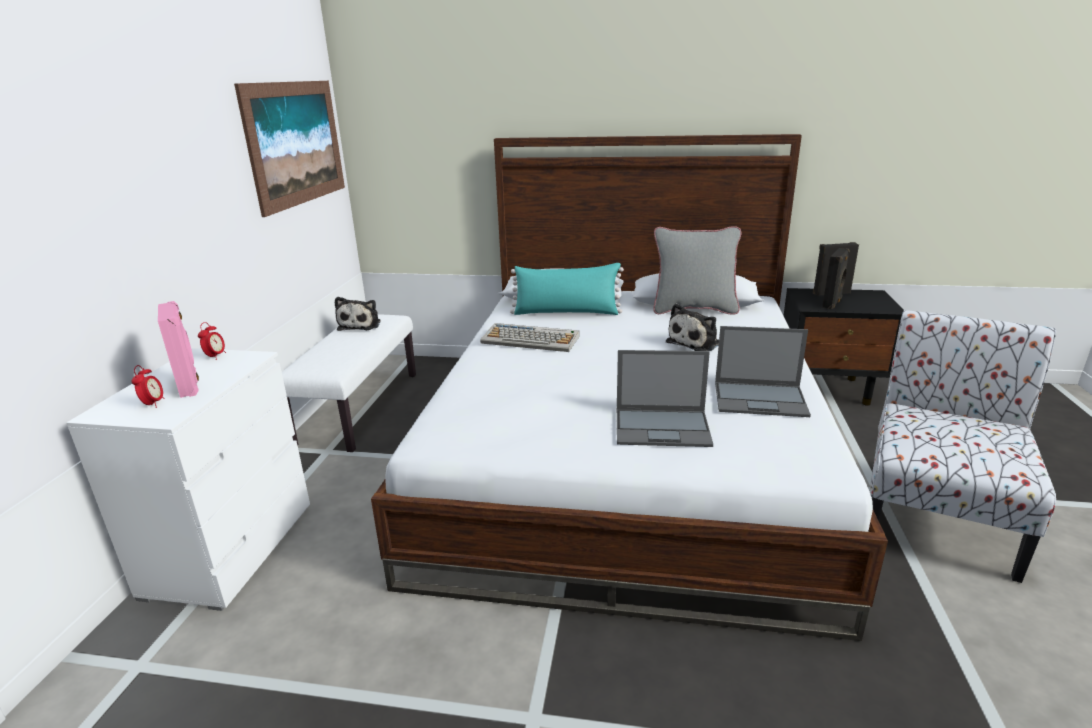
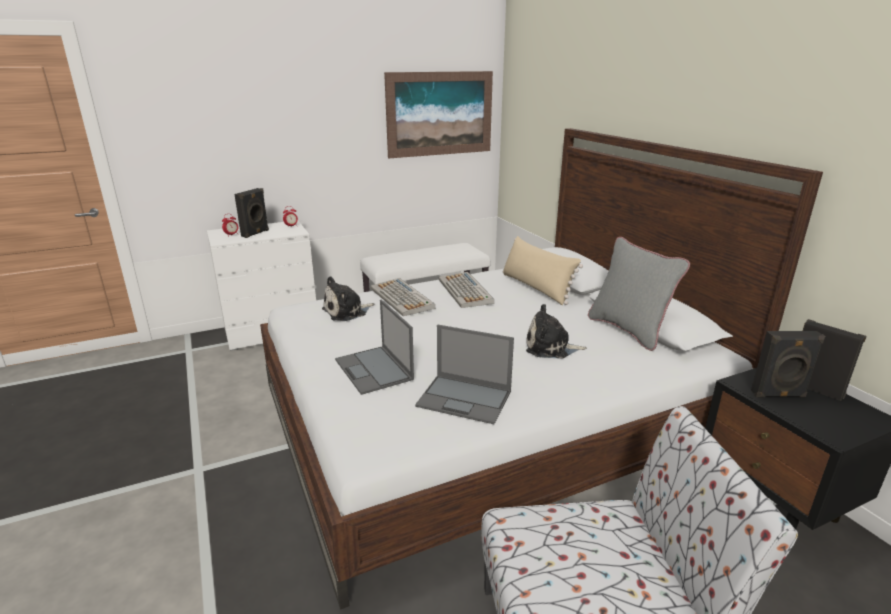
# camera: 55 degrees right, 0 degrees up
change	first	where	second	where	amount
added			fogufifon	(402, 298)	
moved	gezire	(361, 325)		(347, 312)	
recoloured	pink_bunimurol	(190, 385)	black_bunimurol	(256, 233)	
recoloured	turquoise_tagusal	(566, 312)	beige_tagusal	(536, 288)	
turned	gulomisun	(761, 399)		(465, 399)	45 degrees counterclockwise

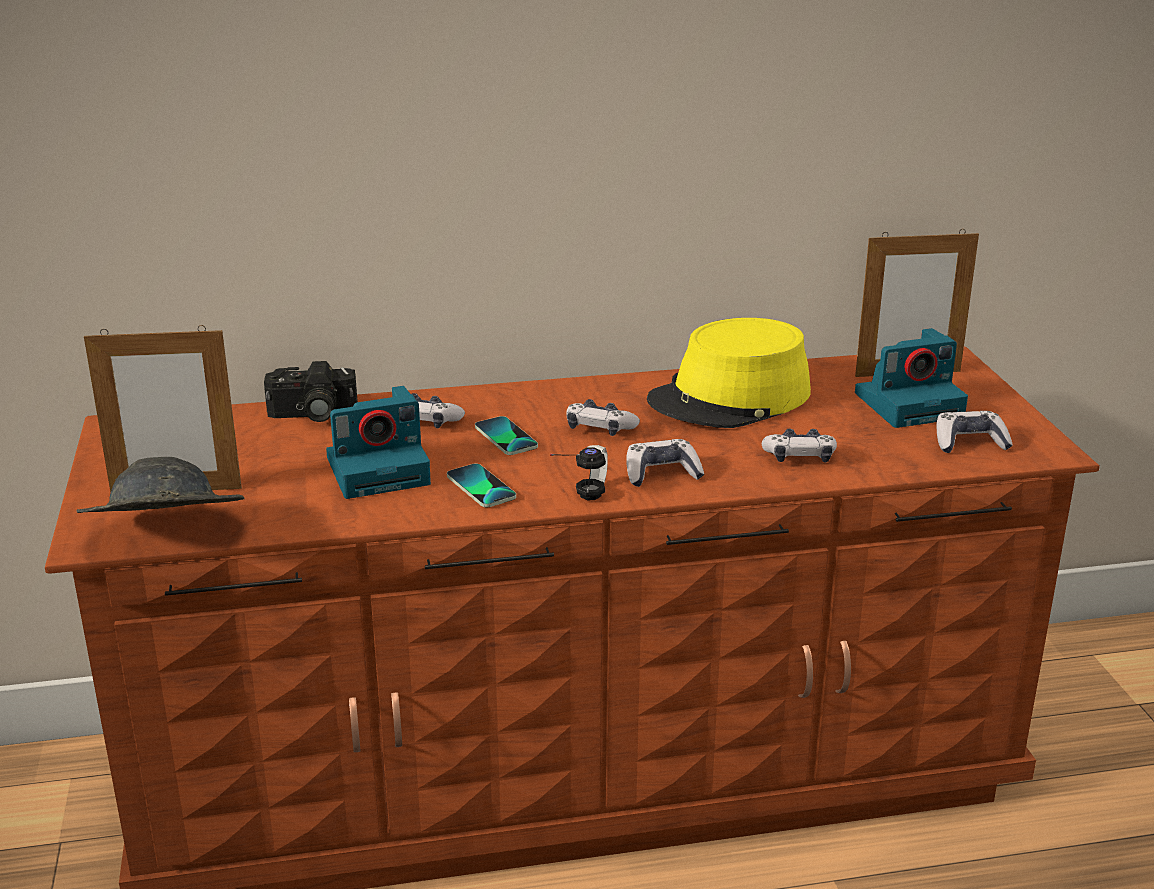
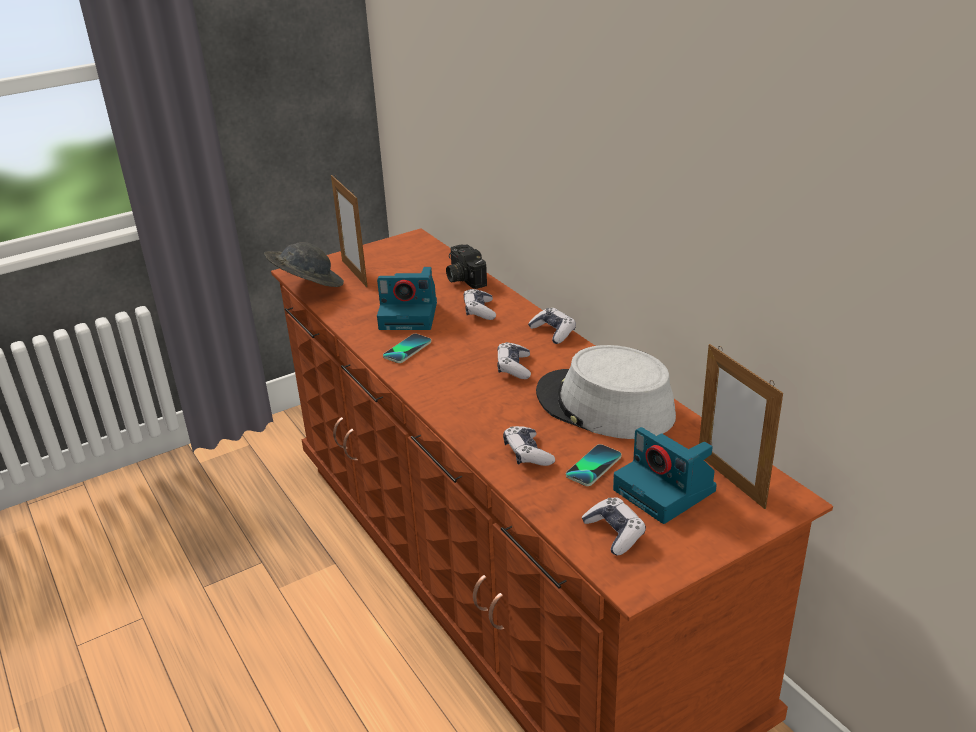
# camera: 70 degrees right, 5 degrees up
change	first	where	second	where	amount
removed	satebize	(575, 504)			
moved	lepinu	(505, 437)		(593, 466)	
moved	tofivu	(661, 474)		(553, 332)	
recoloured	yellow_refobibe	(730, 398)	grey_refobibe	(604, 406)	
turned	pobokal	(380, 470)		(410, 315)	45 degrees counterclockwise

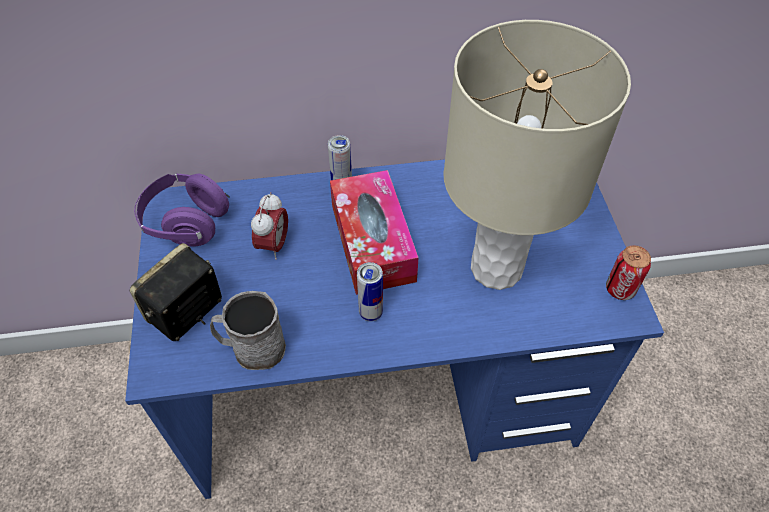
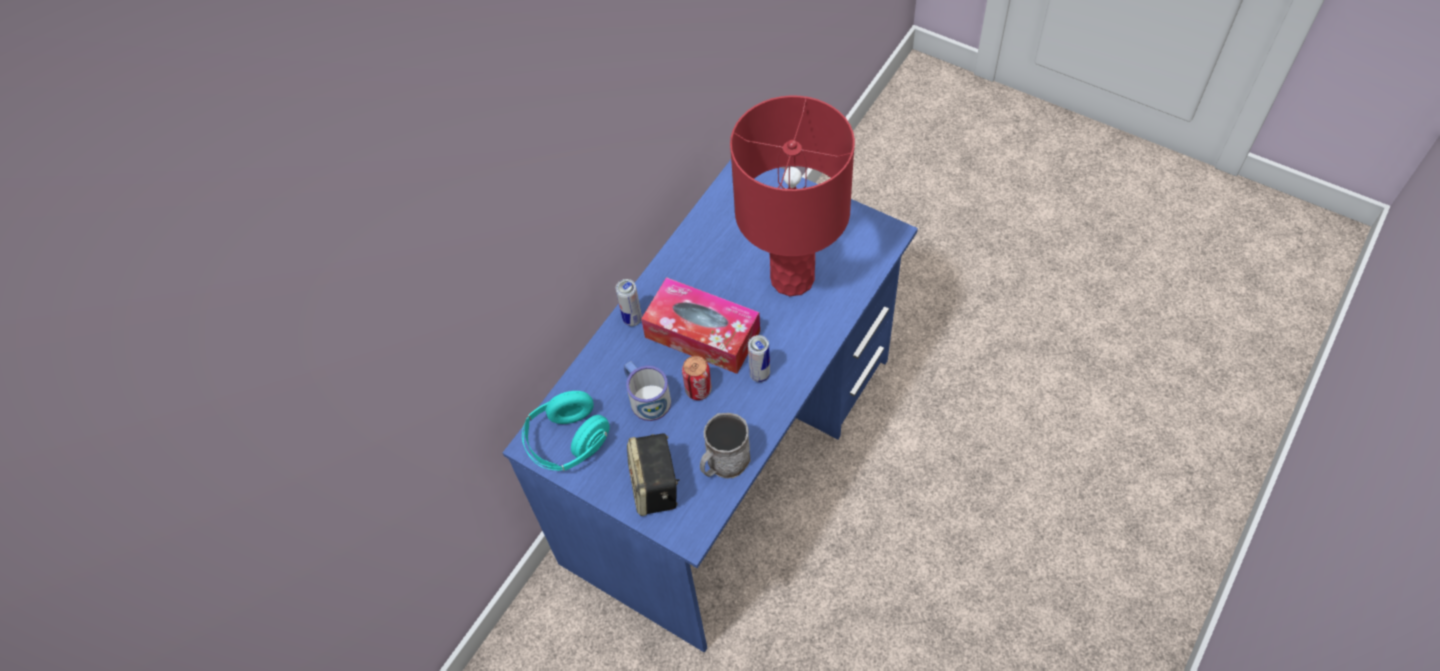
# camera: 45 degrees left, 5 degrees up
change	first	where	second	where	amount
moved	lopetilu	(620, 289)		(698, 390)	
replaced	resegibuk	(274, 245)	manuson	(646, 397)	
recoloured	purple_satebize	(186, 223)	turquoise_satebize	(568, 442)	
recoloured	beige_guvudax	(495, 268)	red_guvudax	(791, 278)	

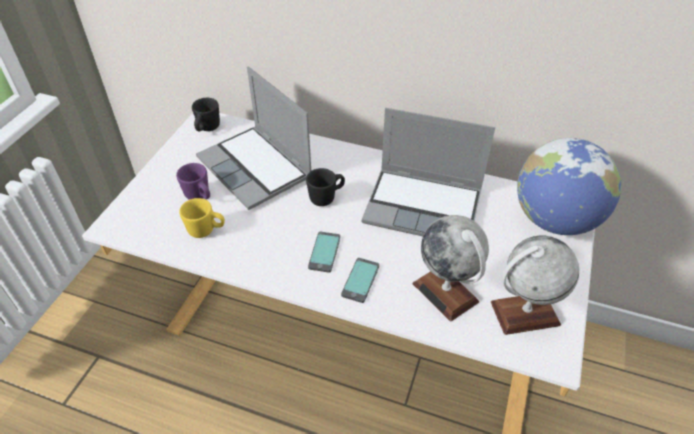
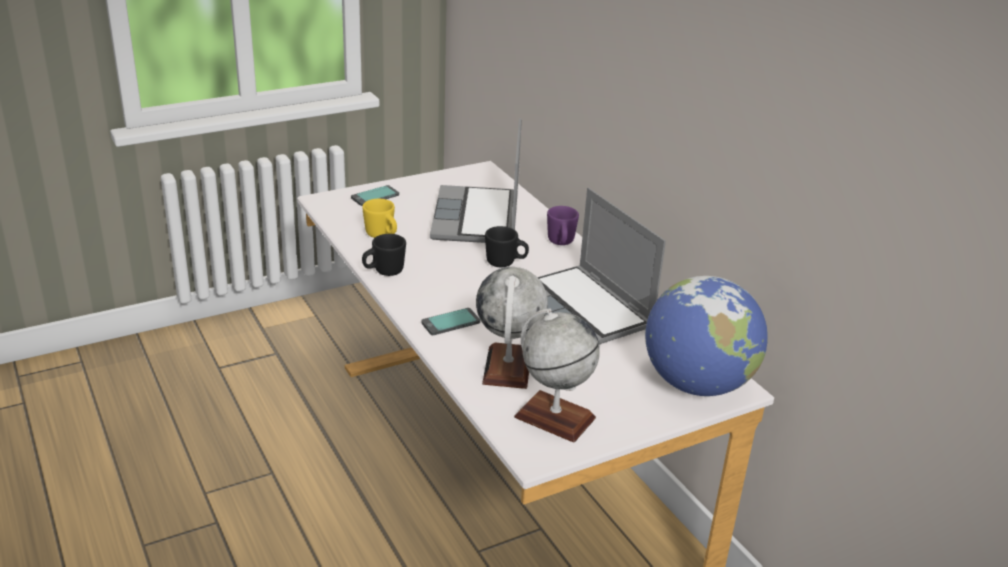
# camera: 40 degrees right, 15 degrees down
change	first	where	second	where	amount
moved	purple_manuson	(199, 196)		(561, 243)	
moved	black_manuson	(207, 129)		(384, 272)	
moved	lepinu	(324, 252)		(375, 197)	

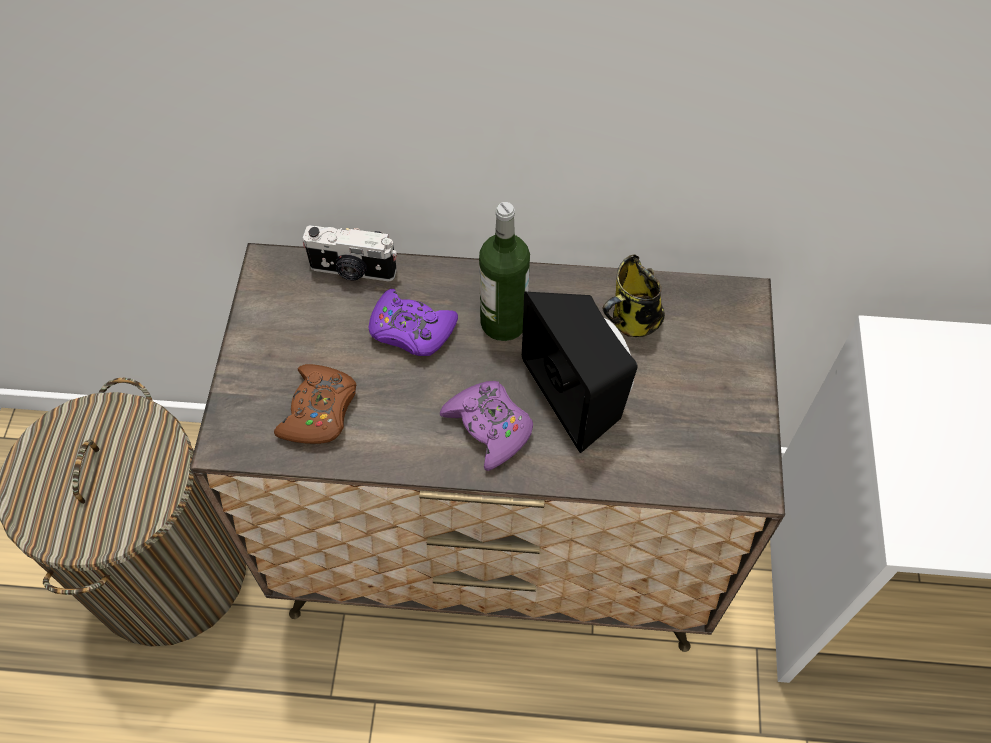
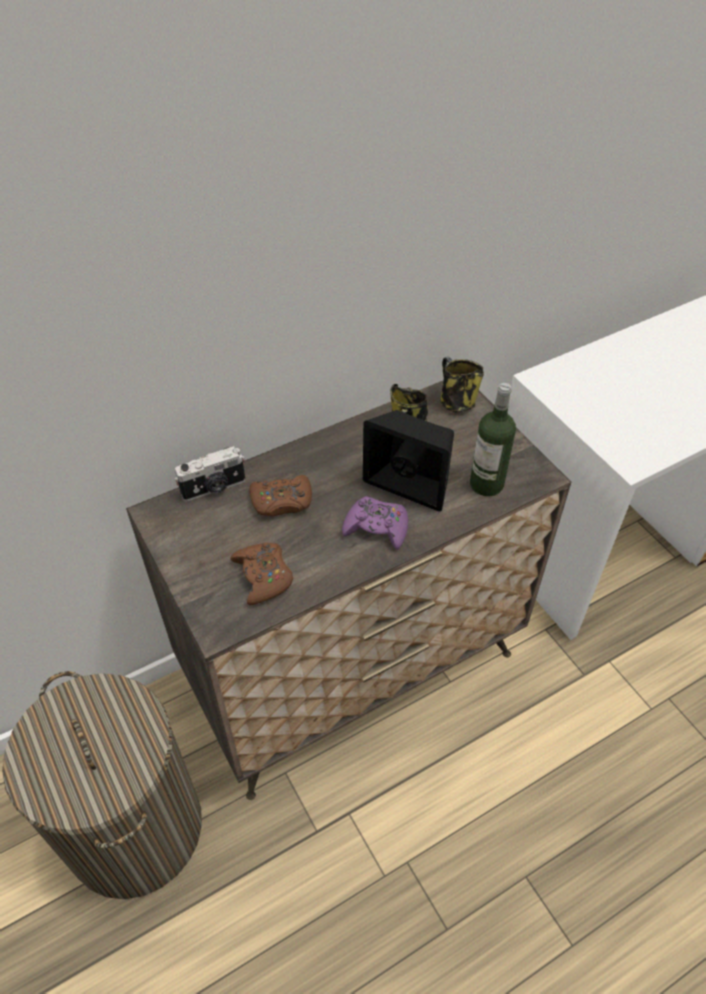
# camera: 35 degrees left, 10 degrees down
change	first	where	second	where	amount
added			manuson	(455, 402)	
moved	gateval	(503, 322)		(486, 484)	
recoloured	purple_tofivu	(411, 330)	brown_tofivu	(282, 501)	

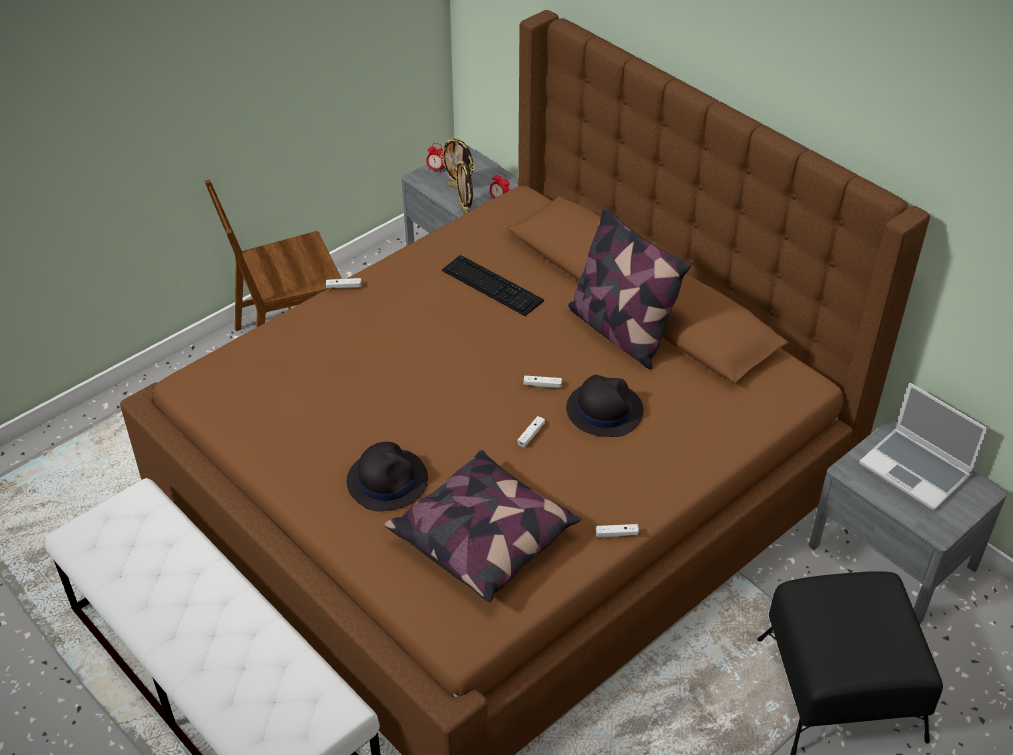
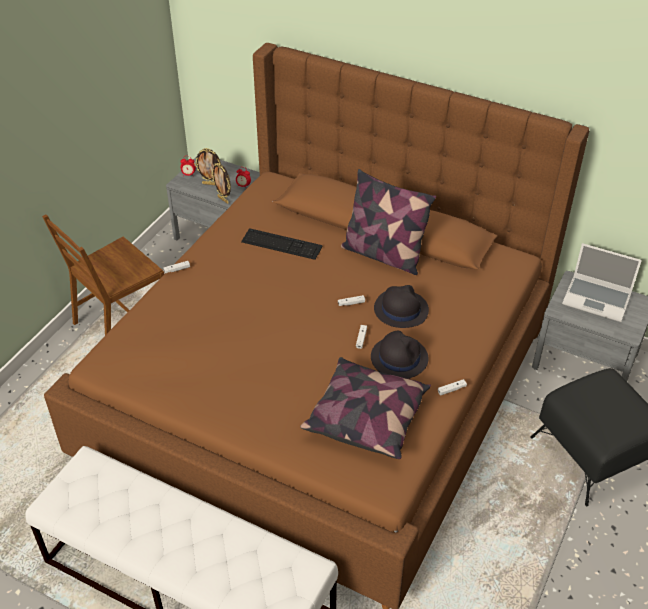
# camera: 20 degrees left, 0 degrees up
change	first	where	second	where	amount
moved	black_refobibe	(387, 480)		(399, 357)	

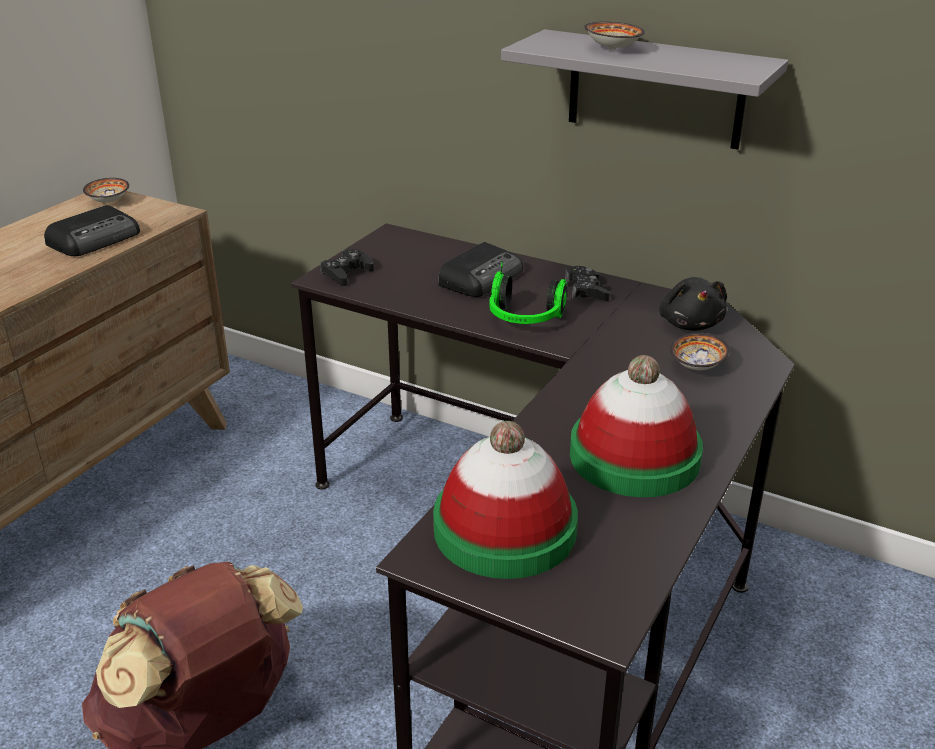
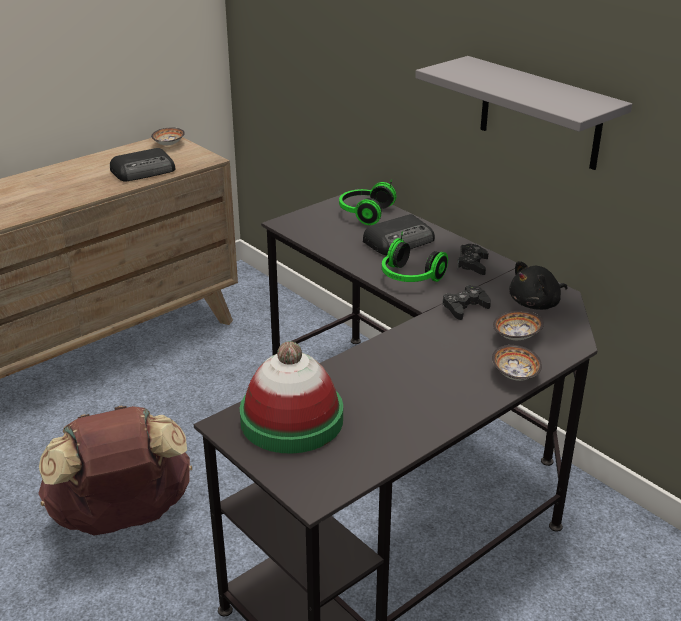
# camera: 20 degrees right, 0 degrees up
change	first	where	second	where	amount
removed	refobibe	(634, 456)			
added			satebize	(364, 213)	
moved	black_tofivu	(346, 273)		(465, 307)	
moved	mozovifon	(612, 49)		(514, 375)	
turned	black_gezire	(690, 323)		(536, 304)	45 degrees clockwise

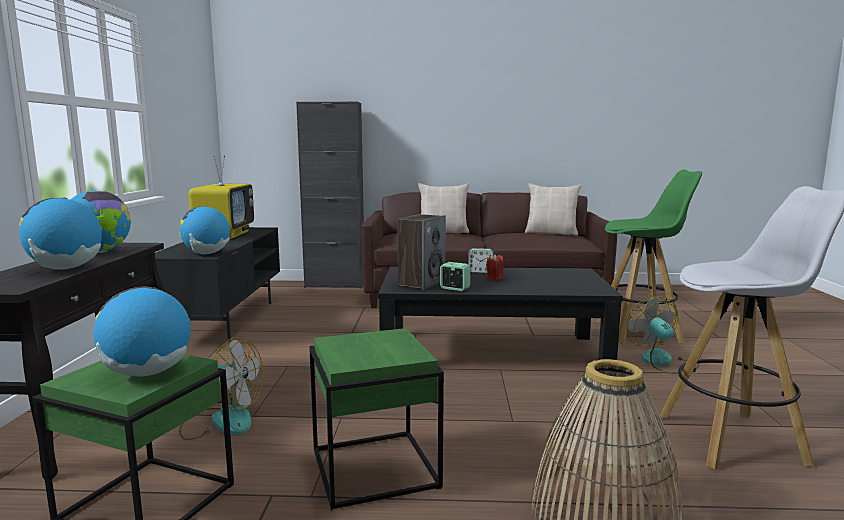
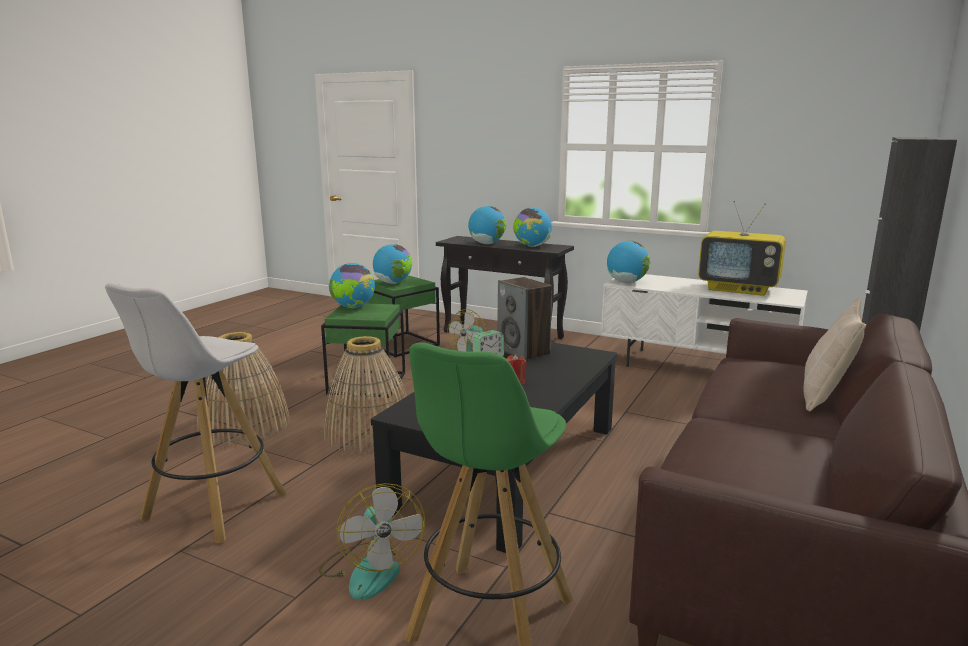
# camera: 115 degrees right, 5 degrees up
change	first	where	second	where	amount
removed	resegibuk	(480, 271)			
removed	beige_tagusal	(551, 233)			
added			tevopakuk	(368, 431)	
added			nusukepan	(353, 307)	
recoloured	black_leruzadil	(224, 319)	white_leruzadil	(697, 367)	
turned	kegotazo	(663, 362)		(370, 569)	60 degrees clockwise

